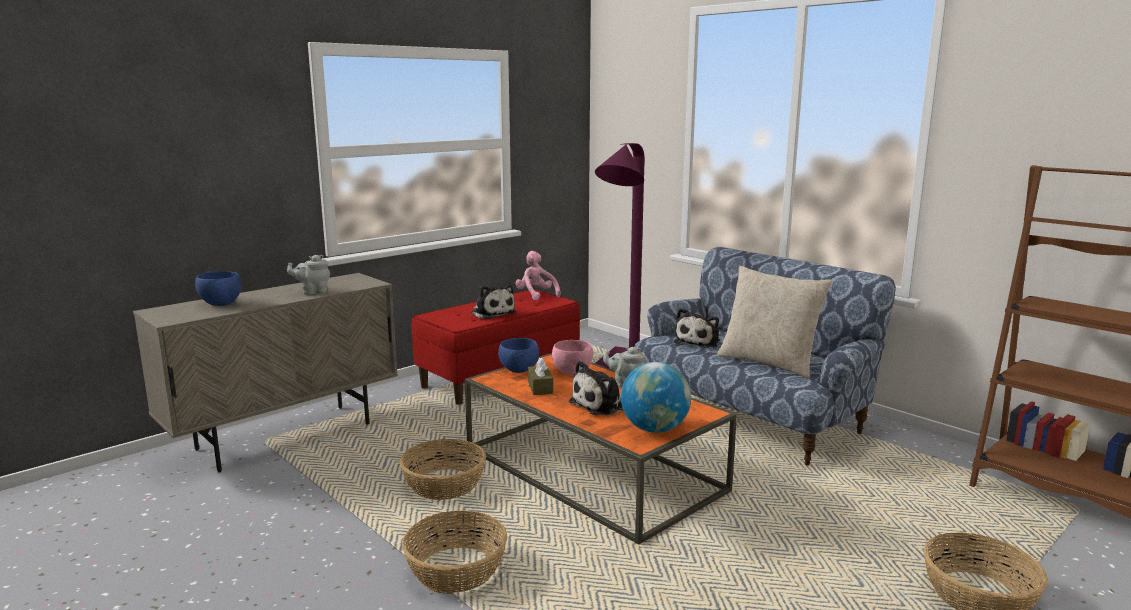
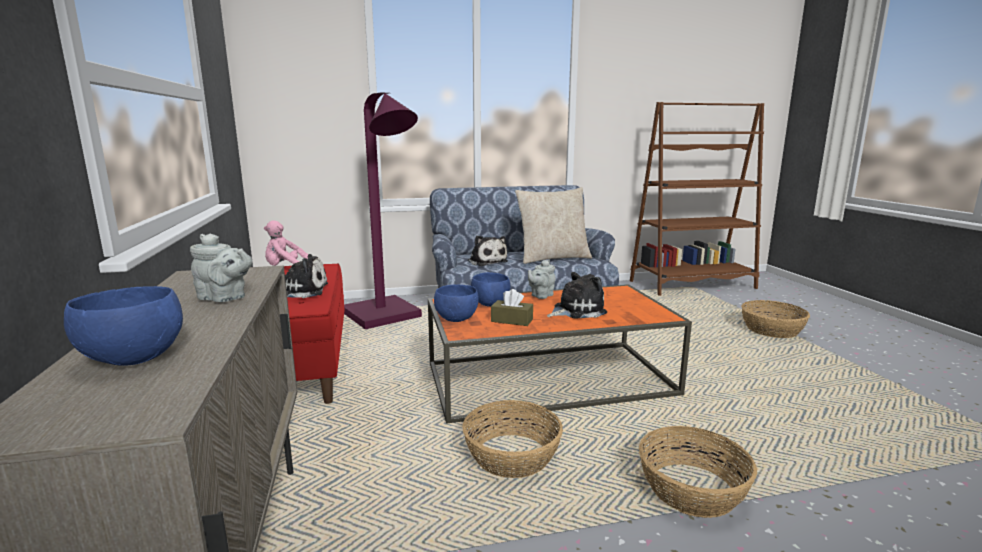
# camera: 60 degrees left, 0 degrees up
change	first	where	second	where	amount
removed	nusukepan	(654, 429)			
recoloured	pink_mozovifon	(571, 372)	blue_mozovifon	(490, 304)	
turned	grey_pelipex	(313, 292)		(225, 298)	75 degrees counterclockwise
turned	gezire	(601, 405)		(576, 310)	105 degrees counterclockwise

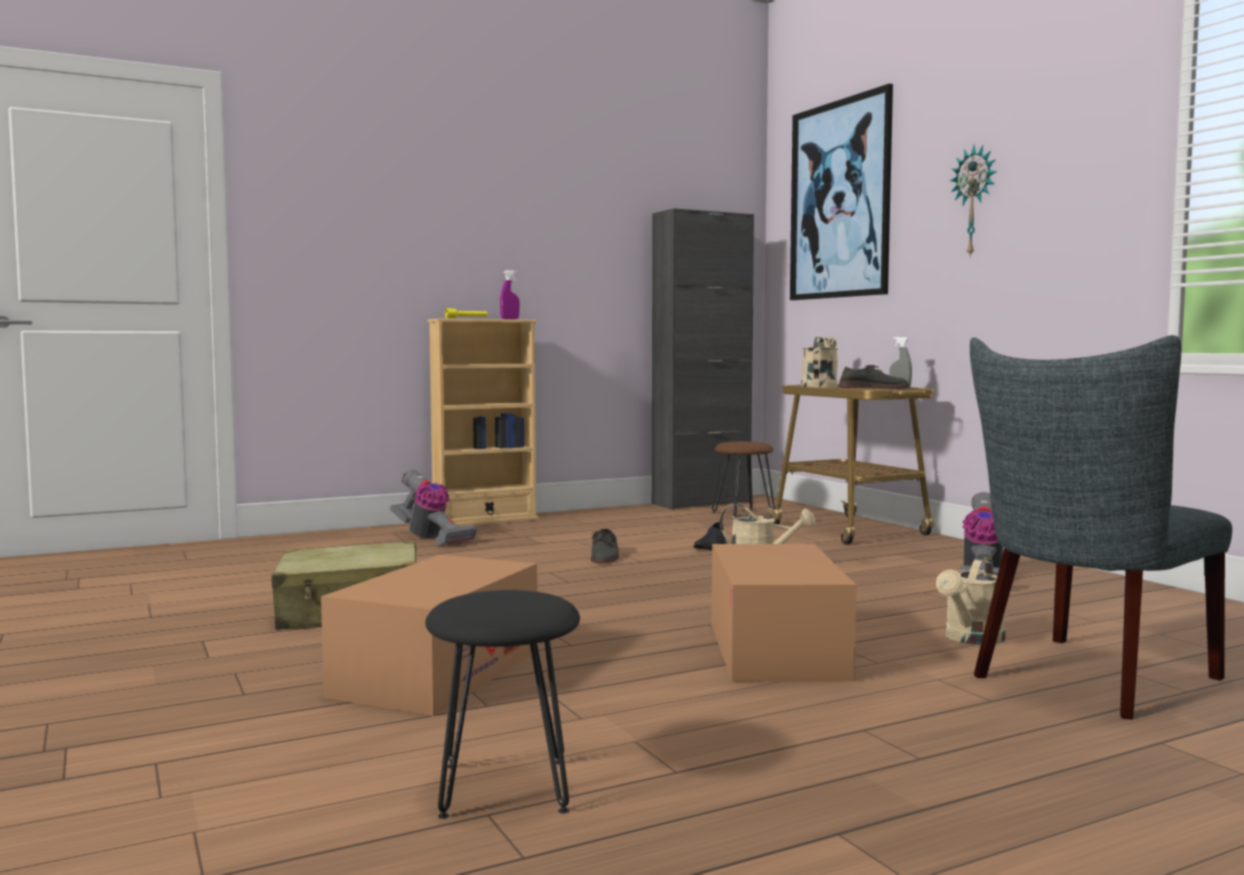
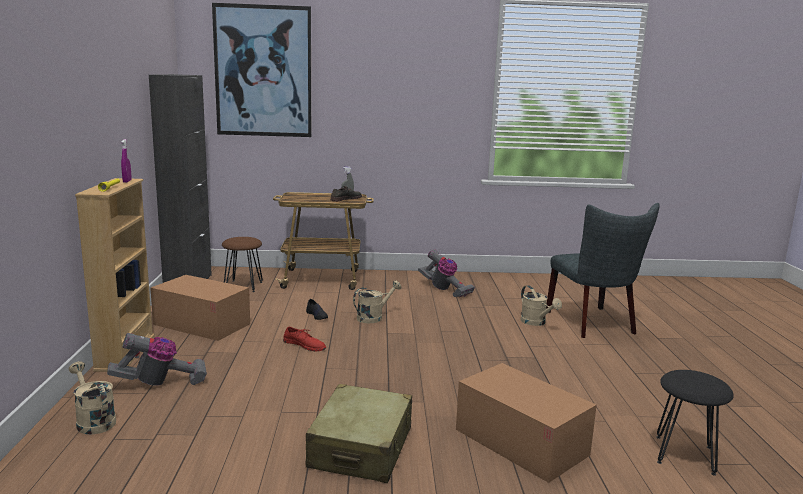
# camera: 65 degrees left, 10 degrees up
change	first	where	second	where	amount
removed	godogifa	(975, 201)			
moved	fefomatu	(776, 650)		(202, 324)	
moved	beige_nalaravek	(820, 386)		(93, 421)	
recoloured	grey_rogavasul	(605, 556)	red_rogavasul	(304, 345)	

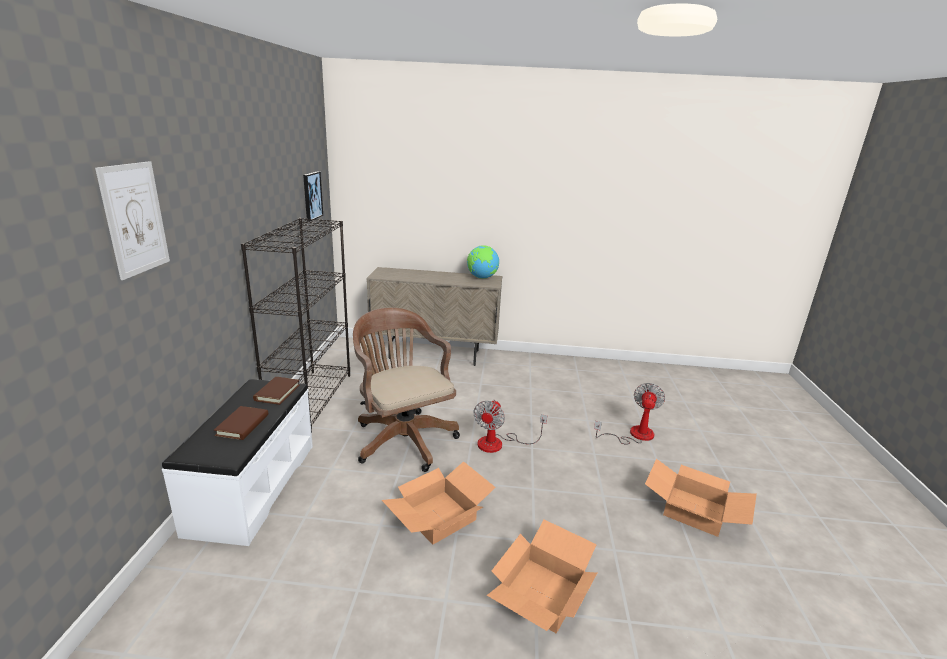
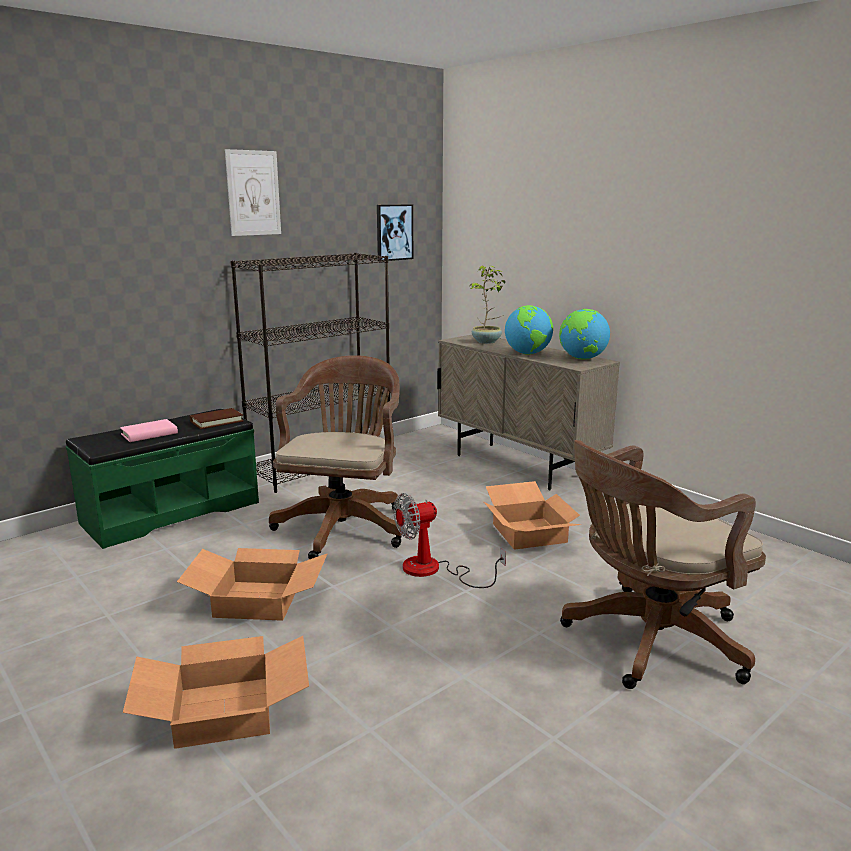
# camera: 45 degrees right, 5 degrees down
change	first	where	second	where	amount
added			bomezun	(487, 342)	
added			nusukepan	(528, 354)	
moved	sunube	(135, 219)		(253, 193)	
moved	fefomatu	(693, 511)		(528, 533)	
replaced	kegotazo	(633, 435)	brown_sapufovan	(648, 641)	
recoloured	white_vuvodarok	(252, 486)	green_vuvodarok	(171, 512)	
recoloured	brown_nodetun	(242, 425)	pink_nodetun	(149, 434)	

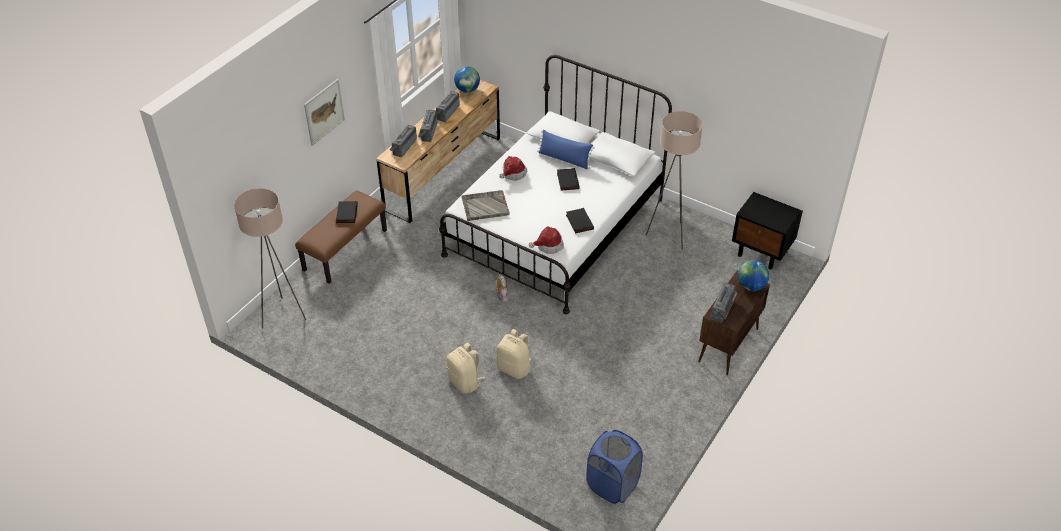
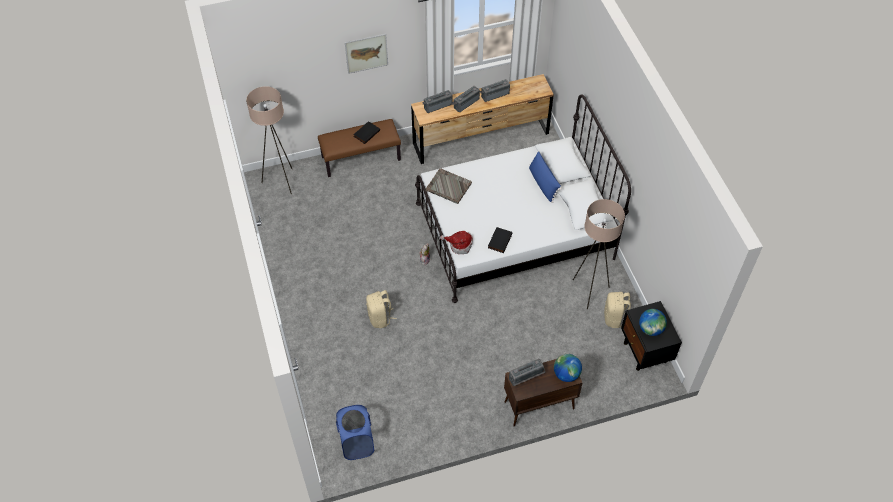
# camera: 40 degrees right, 10 degrees up
change	first	where	second	where	amount
removed	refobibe	(513, 174)			
removed	black_nodetun	(567, 180)			
moved	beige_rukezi	(465, 382)		(614, 318)	
moved	nusukepan	(467, 90)		(650, 329)	

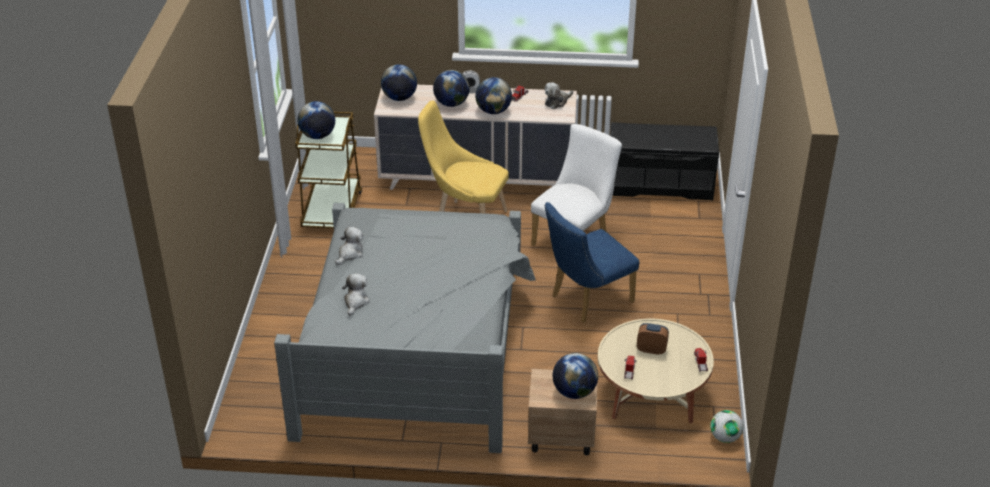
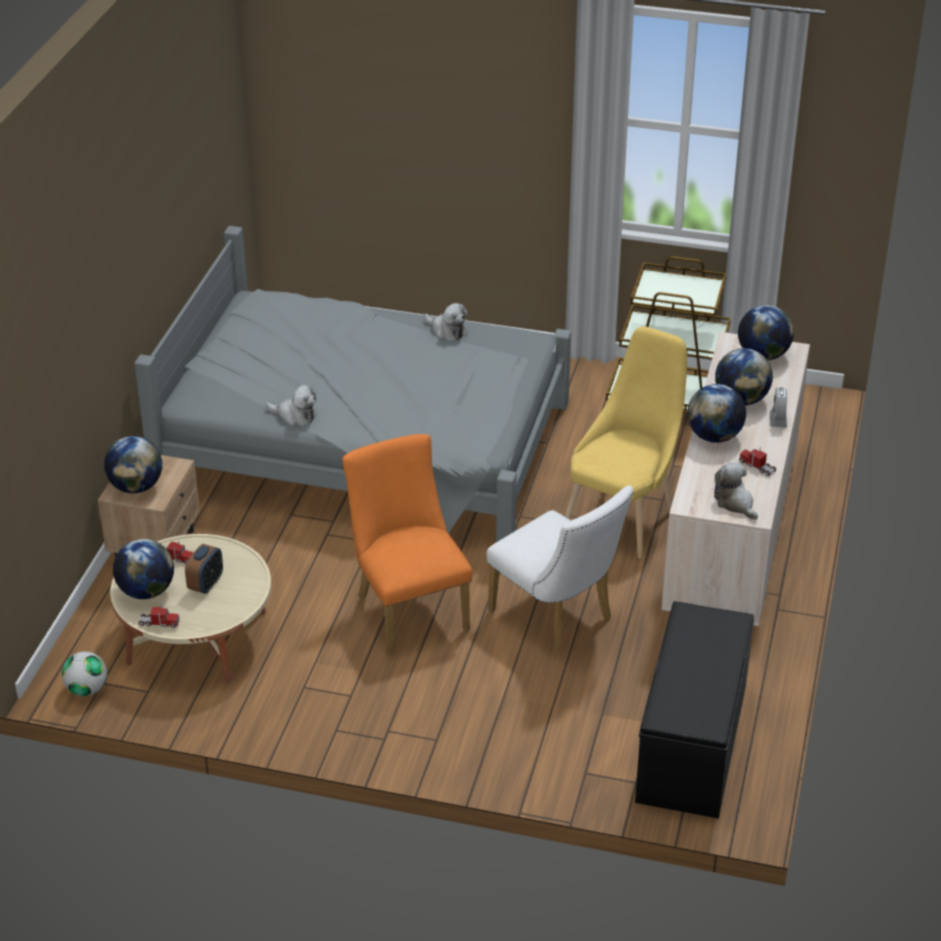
# camera: 100 degrees right, 0 degrees up
change	first	where	second	where	amount
moved	nusukepan	(317, 136)		(146, 591)	
moved	gezire	(355, 302)		(295, 415)	
recoloured	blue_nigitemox	(586, 300)	orange_nigitemox	(408, 608)	

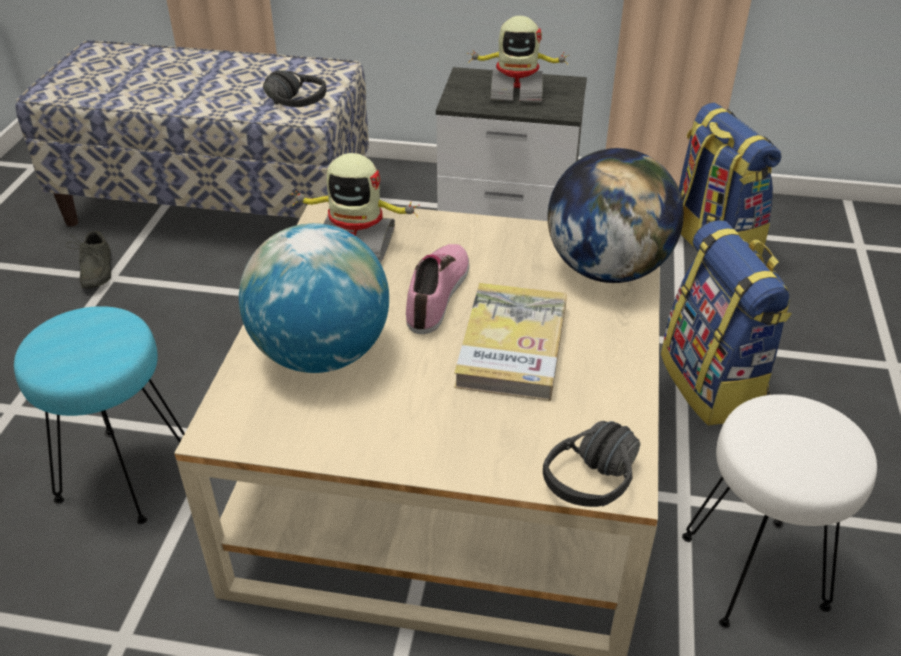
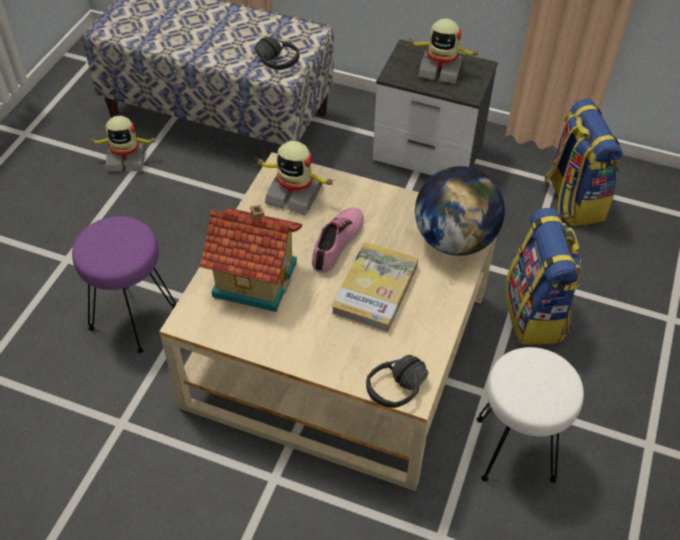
# camera: 10 degrees right, 10 degrees up
change	first	where	second	where	amount
replaced	grey_rogavasul	(94, 271)	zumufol	(126, 159)	
replaced	nusukepan	(321, 354)	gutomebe	(255, 277)	
recoloured	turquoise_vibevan	(127, 474)	purple_vibevan	(134, 317)	

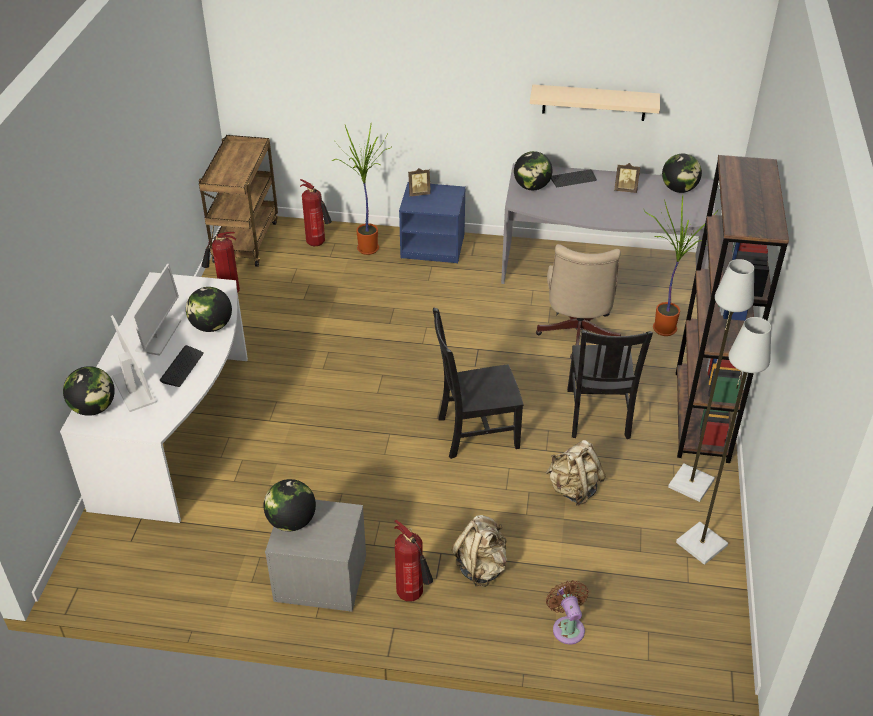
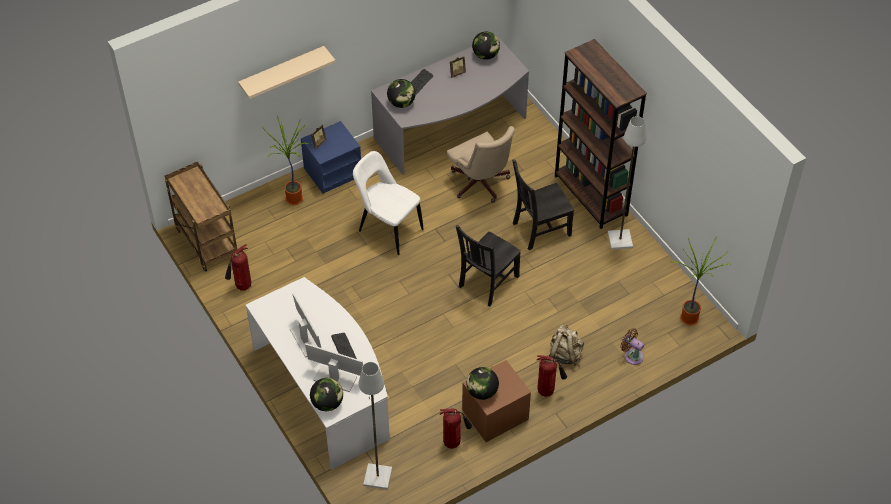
# camera: 40 degrees left, 10 degrees up
change	first	where	second	where	amount
removed	nusukepan	(212, 326)			
removed	beige_rukezi	(573, 489)			
added			white_nigitemox	(388, 229)	
moved	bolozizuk	(318, 244)		(454, 442)	
moved	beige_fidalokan	(594, 102)		(282, 71)	
moved	bomezun	(663, 328)		(687, 318)	
moved	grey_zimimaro	(700, 544)		(377, 477)	
recoloured	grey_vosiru	(319, 579)	brown_vosiru	(495, 415)	
turned	black_nigitemox	(598, 415)		(539, 229)	105 degrees clockwise

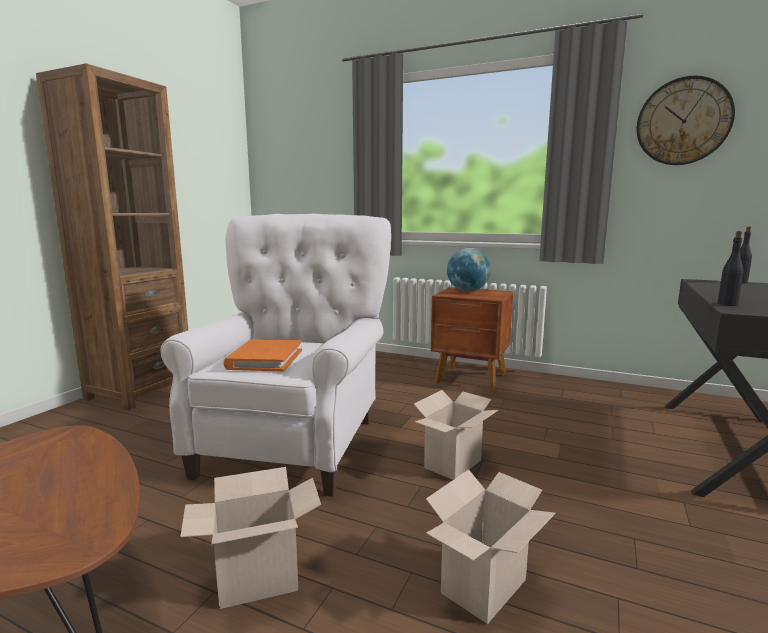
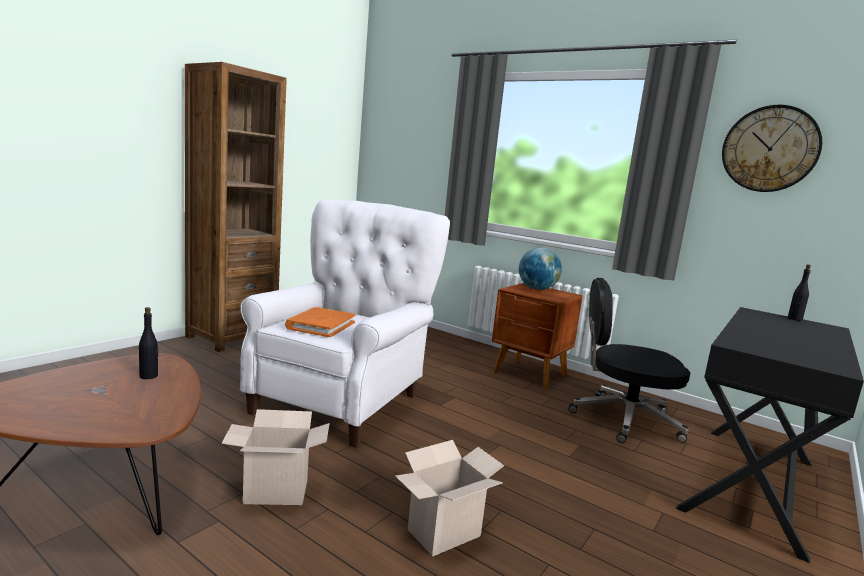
# camera: 10 degrees right, 0 degrees up
change	first	where	second	where	amount
removed	fefomatu	(453, 465)			
added			black_sapufovan	(623, 419)	
moved	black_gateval	(727, 304)		(149, 376)	

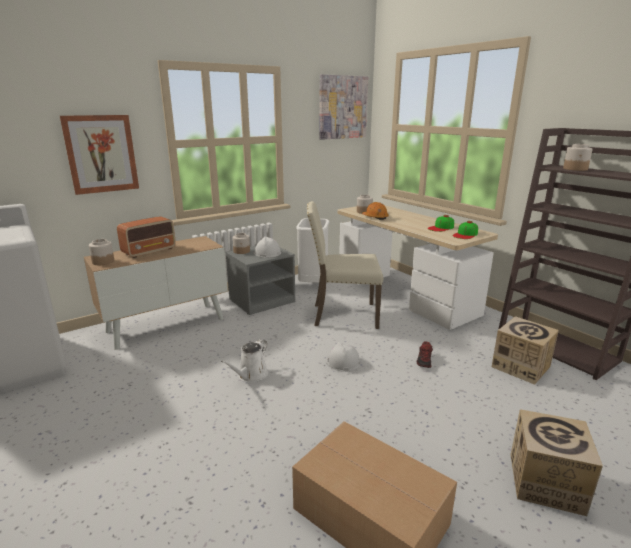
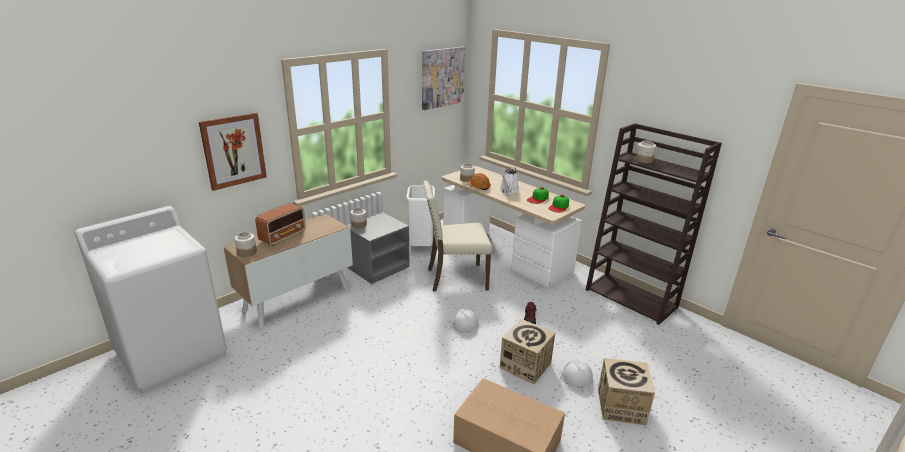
# camera: 10 degrees left, 5 degrees up
change	first	where	second	where	amount
moved	white_nalaravek	(251, 375)		(508, 191)	
moved	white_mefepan	(267, 253)		(576, 377)	
moved	fefomatu	(520, 367)		(525, 365)	

